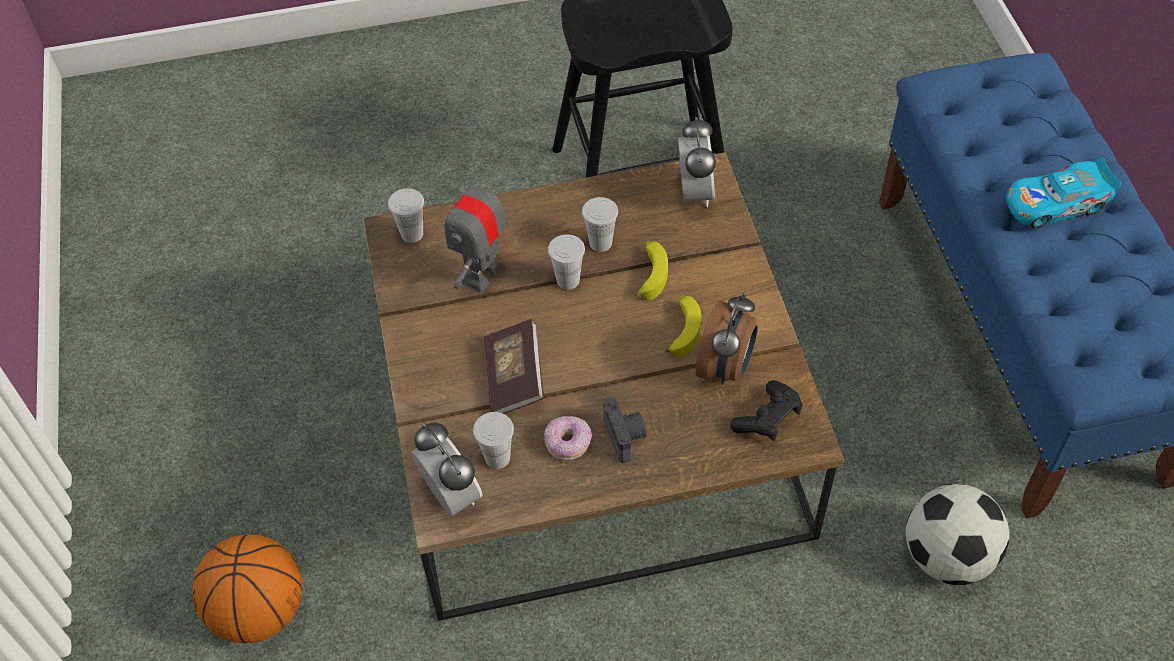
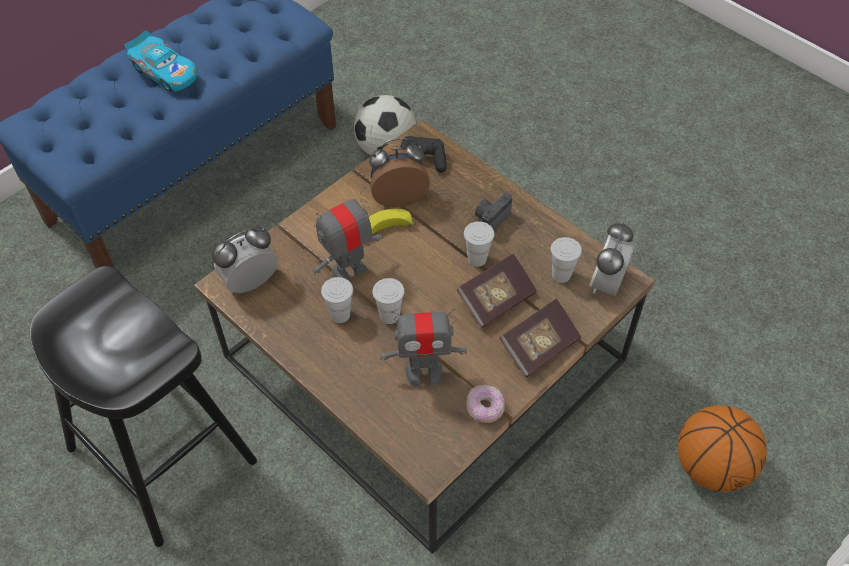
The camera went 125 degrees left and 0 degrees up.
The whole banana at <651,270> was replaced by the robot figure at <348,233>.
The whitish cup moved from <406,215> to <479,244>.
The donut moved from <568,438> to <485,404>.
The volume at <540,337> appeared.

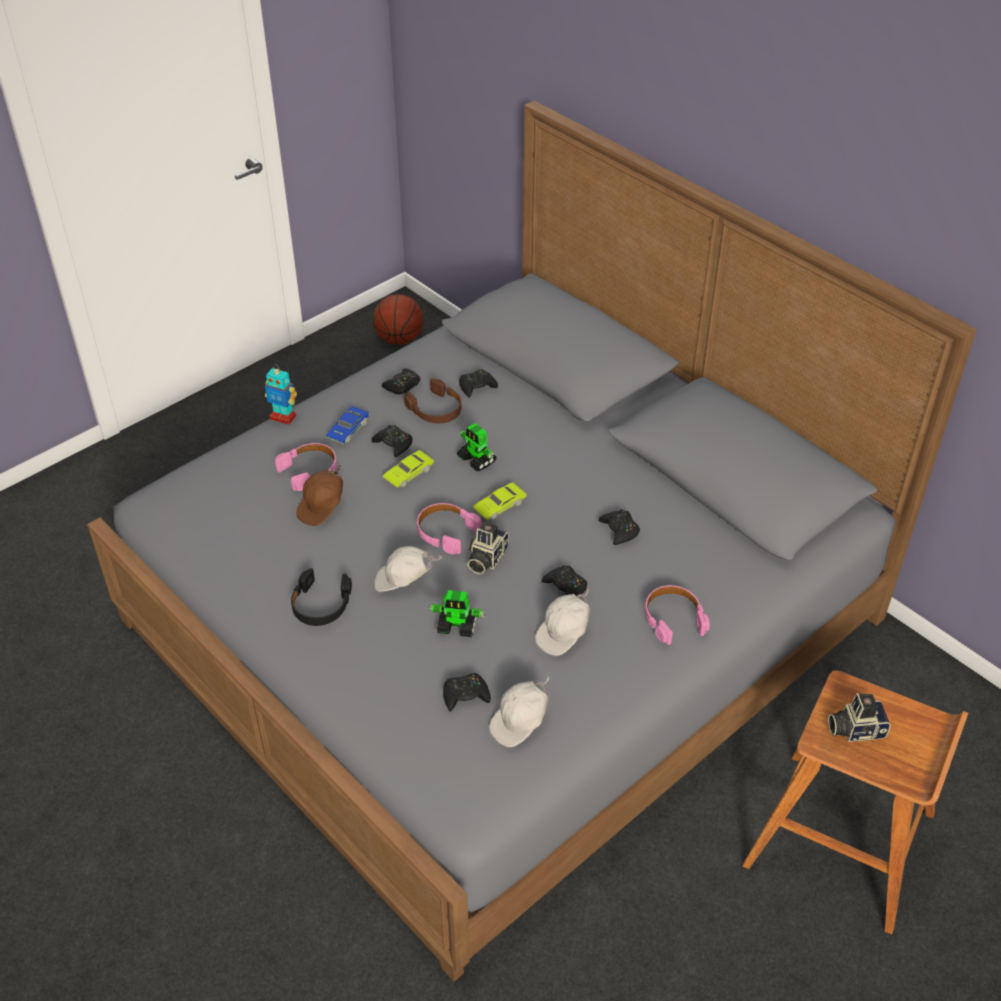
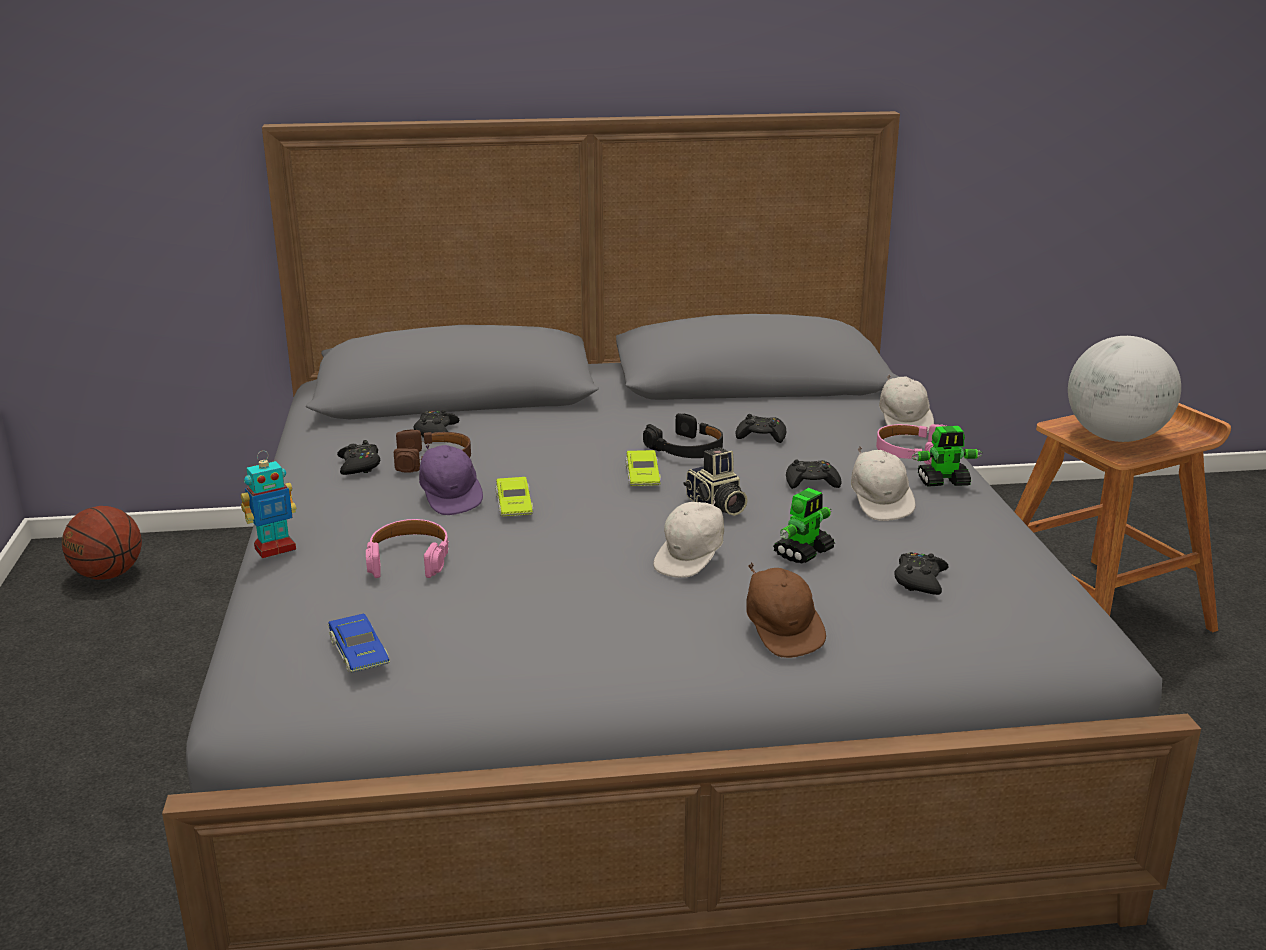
The camera went 55 degrees left and 20 degrees down.
The bluish toy car moved from <348,425> to <359,643>.
The black gamepad at <392,441> was replaced by the purple-coloured baseball cap at <451,479>.
The black headphones moved from <321,597> to <683,435>.
The brown-coloured baseball cap moved from <319,495> to <786,610>.
The whitish baseball cap moved from <519,711> to <906,405>.
The robot figure moved from <477,447> to <947,456>.
The photo camera at <859,717> was replaced by the globe at <1124,389>.
The pink headphones at <449,528> disappeared.

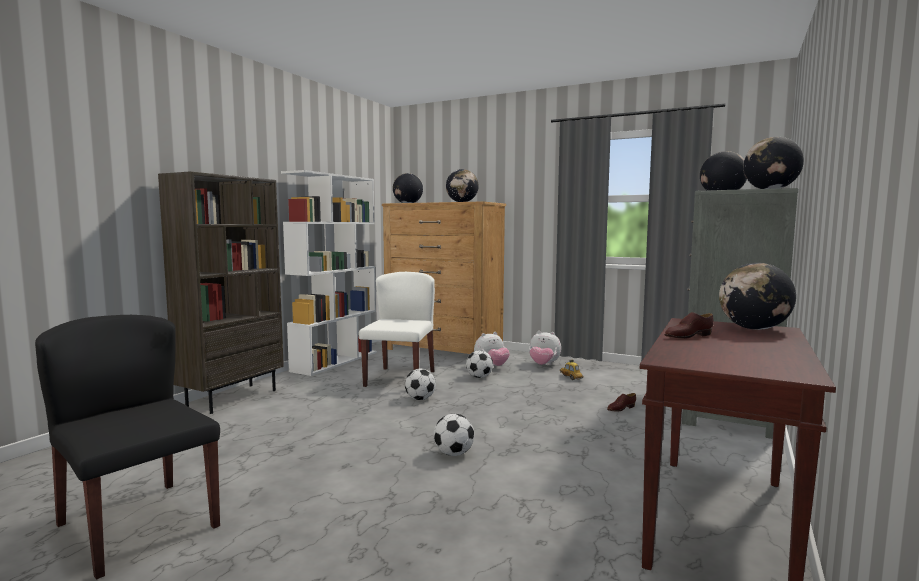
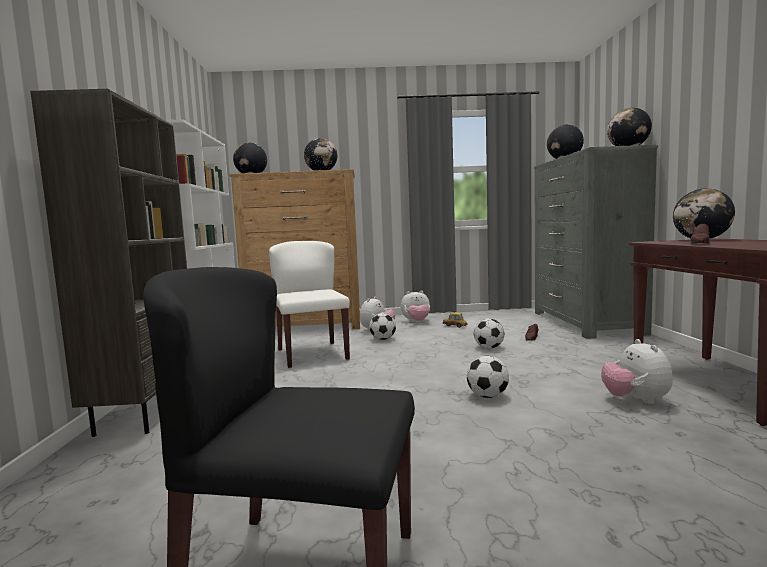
The camera went 30 degrees left and 0 degrees up.
The football ball moved from <420,384> to <489,334>.
The plush toy at <637,371> appeared.

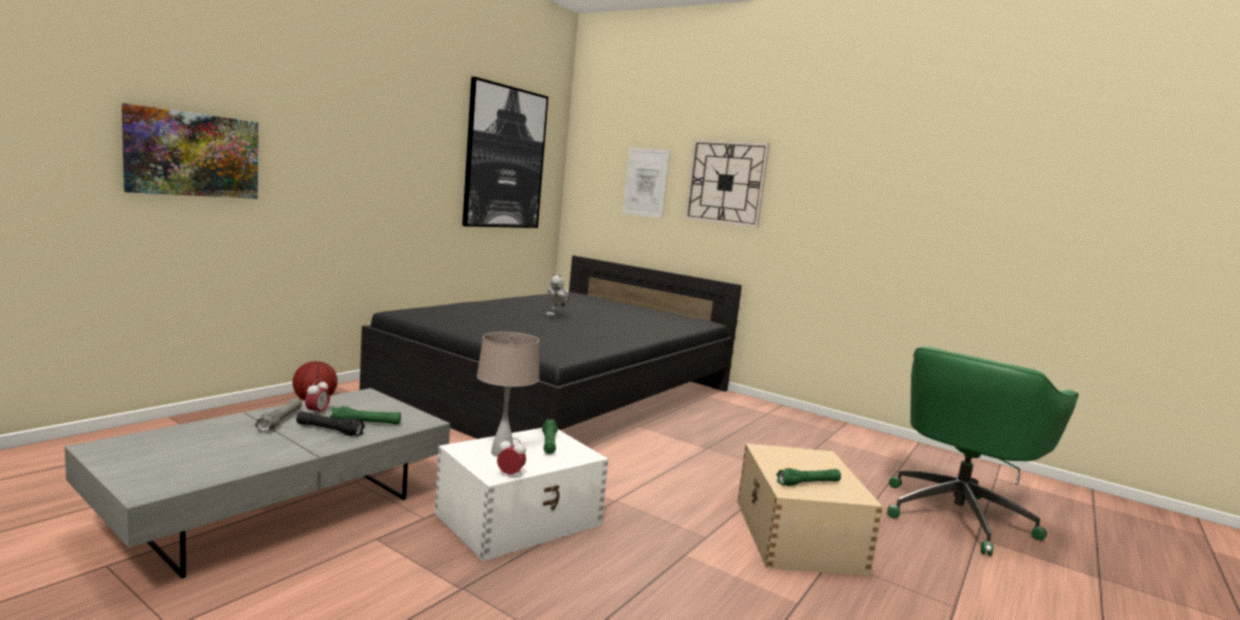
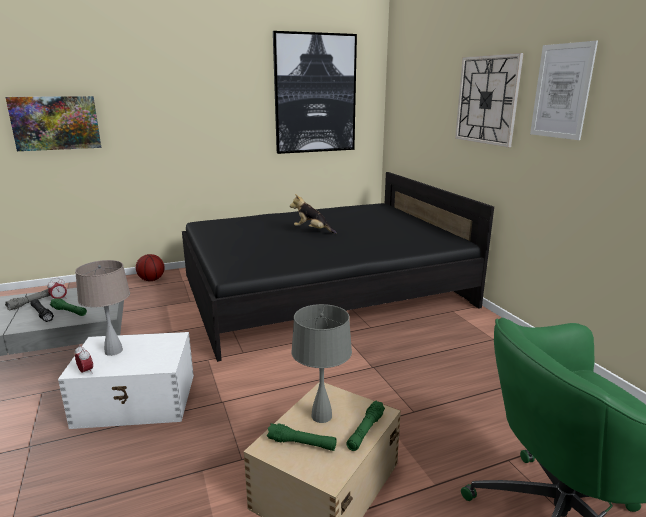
The camera went 35 degrees right and 10 degrees up.
The robot figure at <558,295> was replaced by the plush toy at <313,214>.
The gray lamp for a table at <321,363> appeared.
The greenish flashlight moved from <550,436> to <365,425>.
The picture moved from <646,183> to <564,90>.

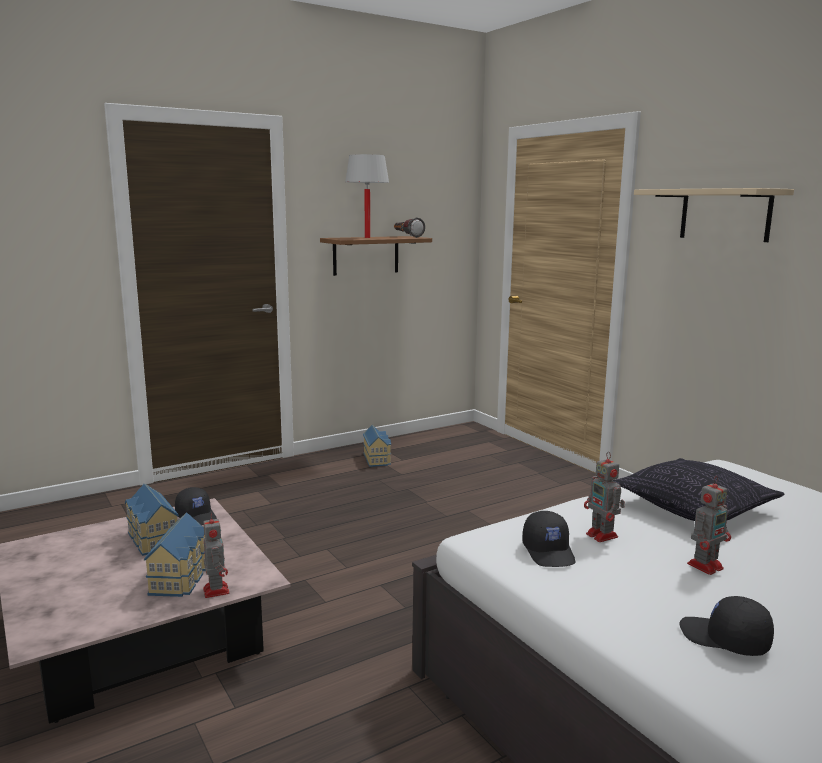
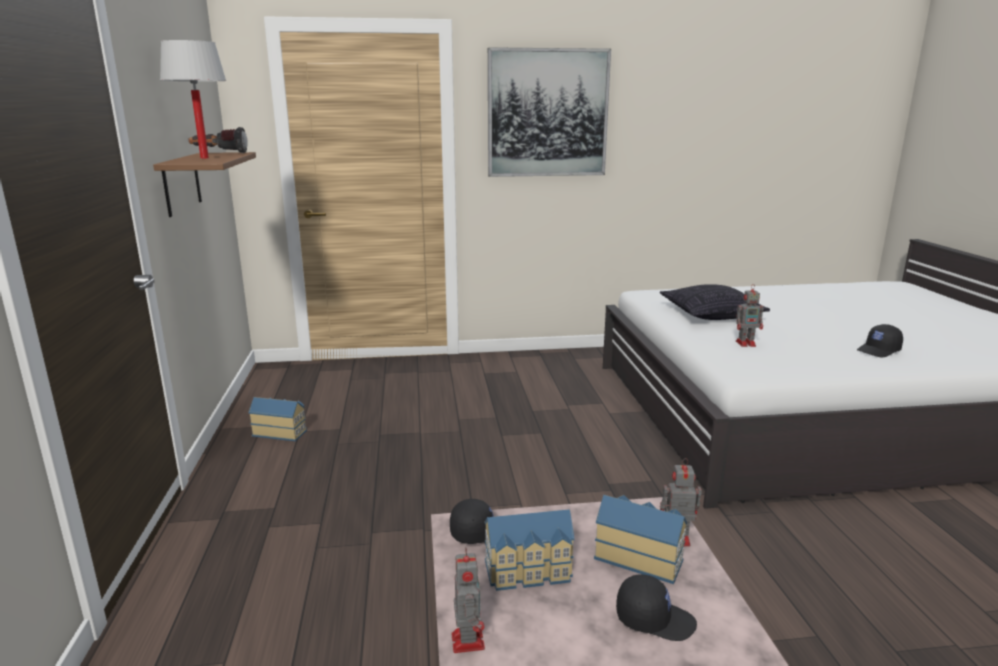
The camera went 65 degrees left and 5 degrees up.
The robot figure moved from <709,525> to <468,600>.
The sand-coloured wall shelf at <714,215> was replaced by the picture at <549,112>.
The black baseball cap moved from <548,539> to <656,607>.

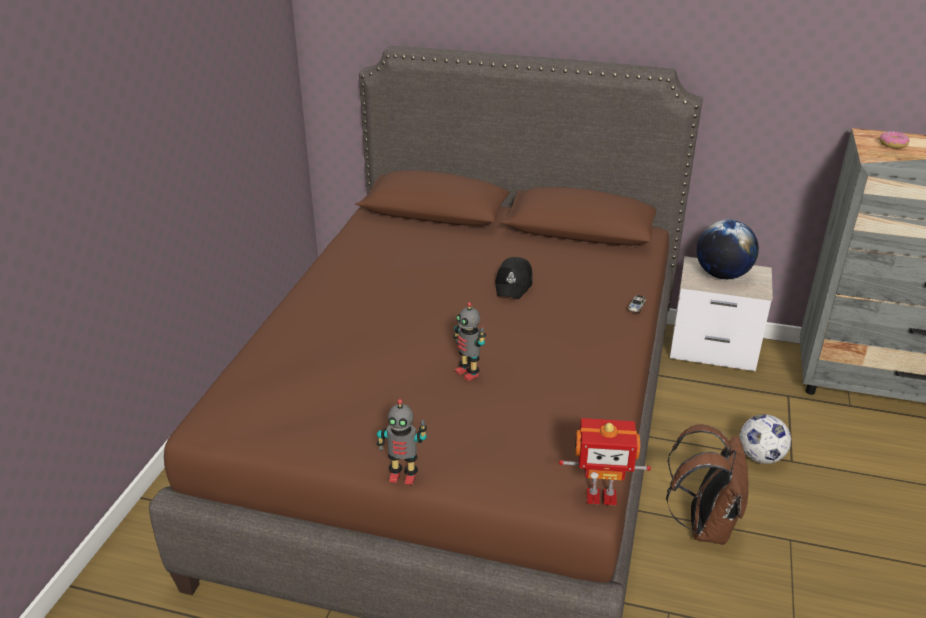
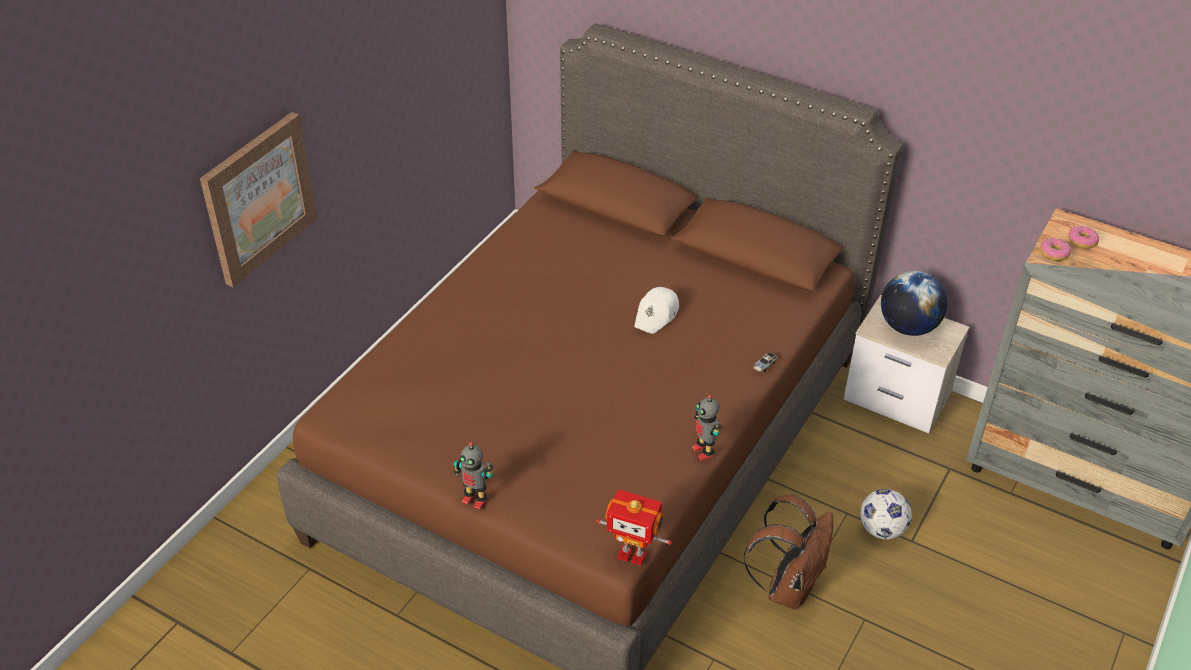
The camera went 15 degrees right and 10 degrees up.
The picture at <259,199> appeared.
The black baseball cap at <514,278> became the whitish baseball cap at <656,310>.
The robot figure moved from <469,341> to <707,428>.
The donut at <1055,249> appeared.

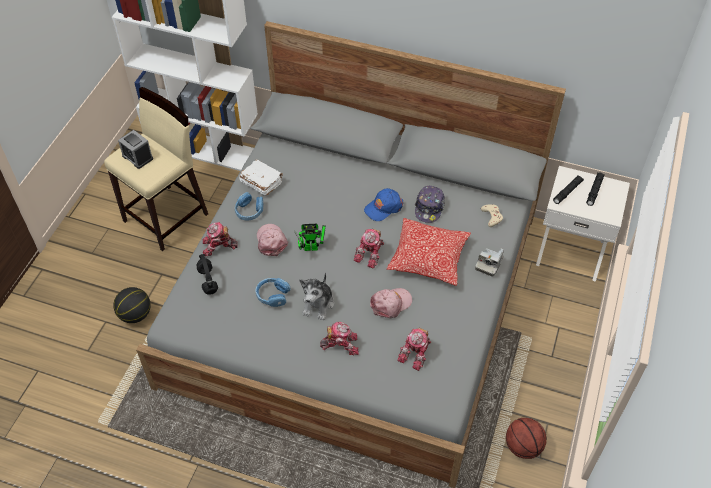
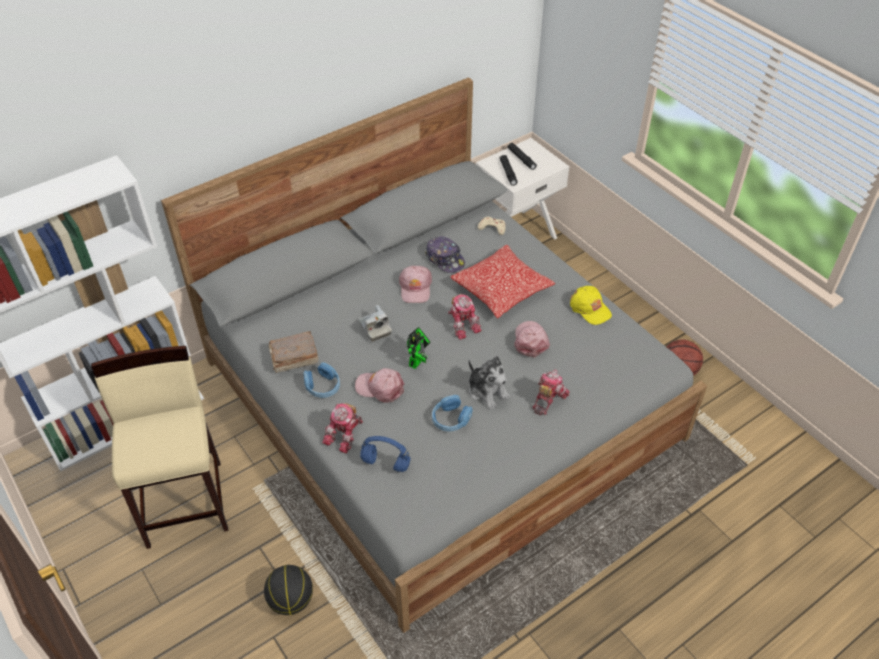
The camera went 55 degrees left and 5 degrees down.
The whitish volume at <261,177> became the brown-coloured volume at <294,352>.
The photo camera moved from <489,262> to <375,323>.
The black headphones at <207,274> became the bluish headphones at <385,454>.
The bluish baseball cap at <383,204> became the pink baseball cap at <415,284>.
The yellowish baseball cap at <591,305> appeared.
The table clock at <135,149> disappeared.
The robot figure at <414,349> disappeared.

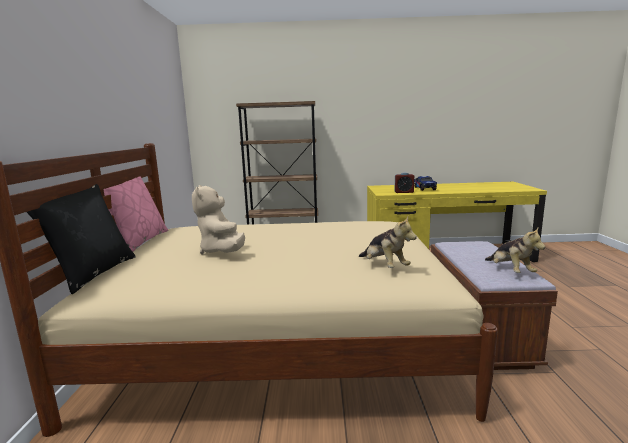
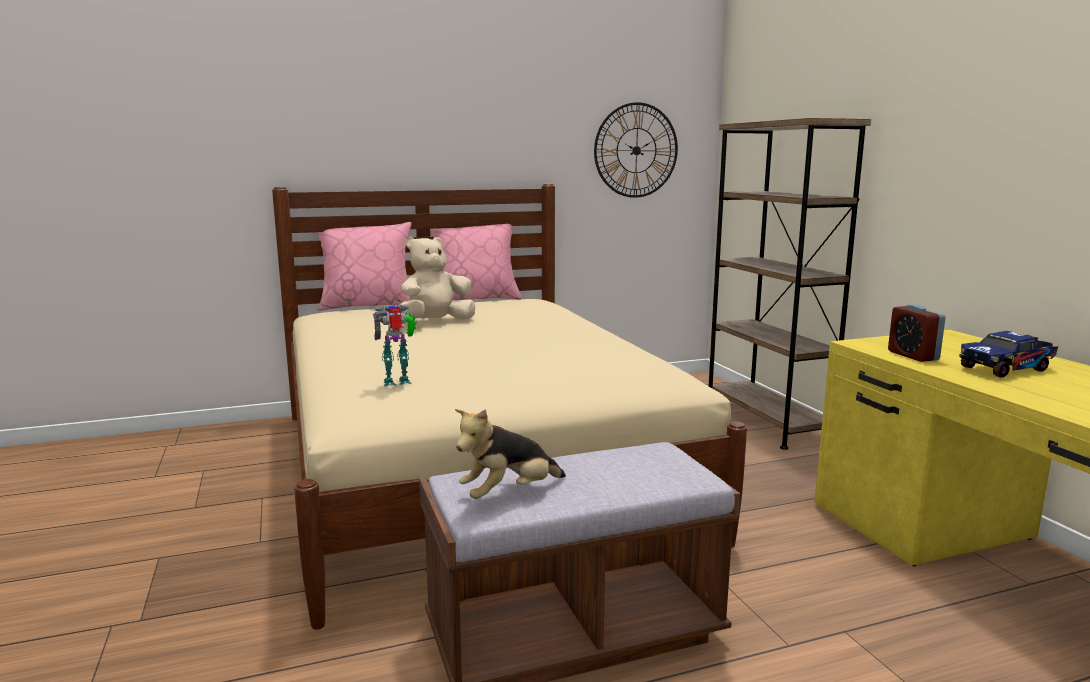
The camera went 70 degrees right and 0 degrees up.
The black throw pillow at <81,239> became the pink throw pillow at <364,266>.
The plush toy at <388,242> was replaced by the robot figure at <395,345>.
The hanging clock at <636,150> appeared.

